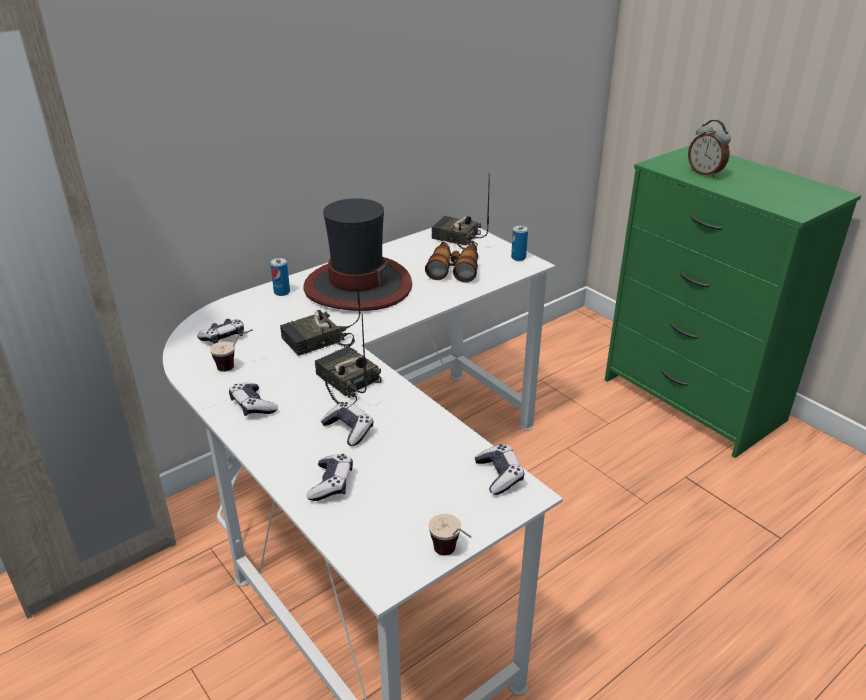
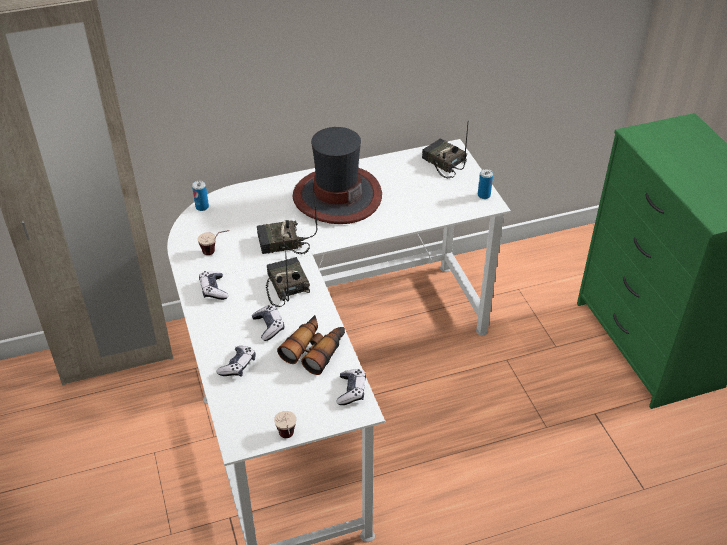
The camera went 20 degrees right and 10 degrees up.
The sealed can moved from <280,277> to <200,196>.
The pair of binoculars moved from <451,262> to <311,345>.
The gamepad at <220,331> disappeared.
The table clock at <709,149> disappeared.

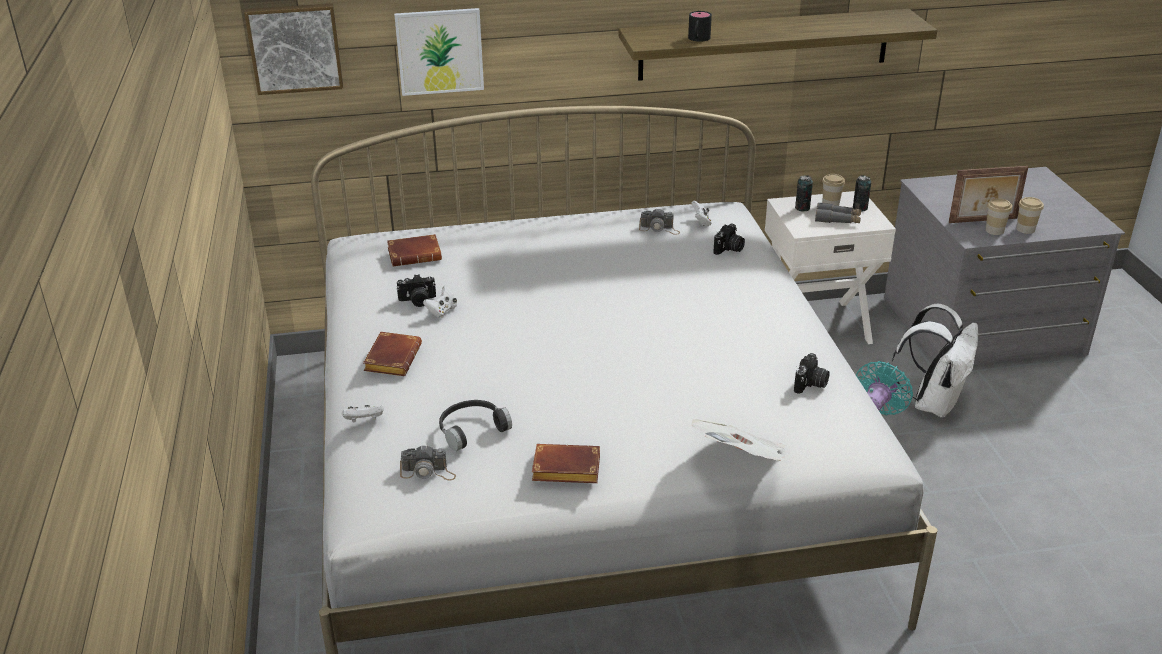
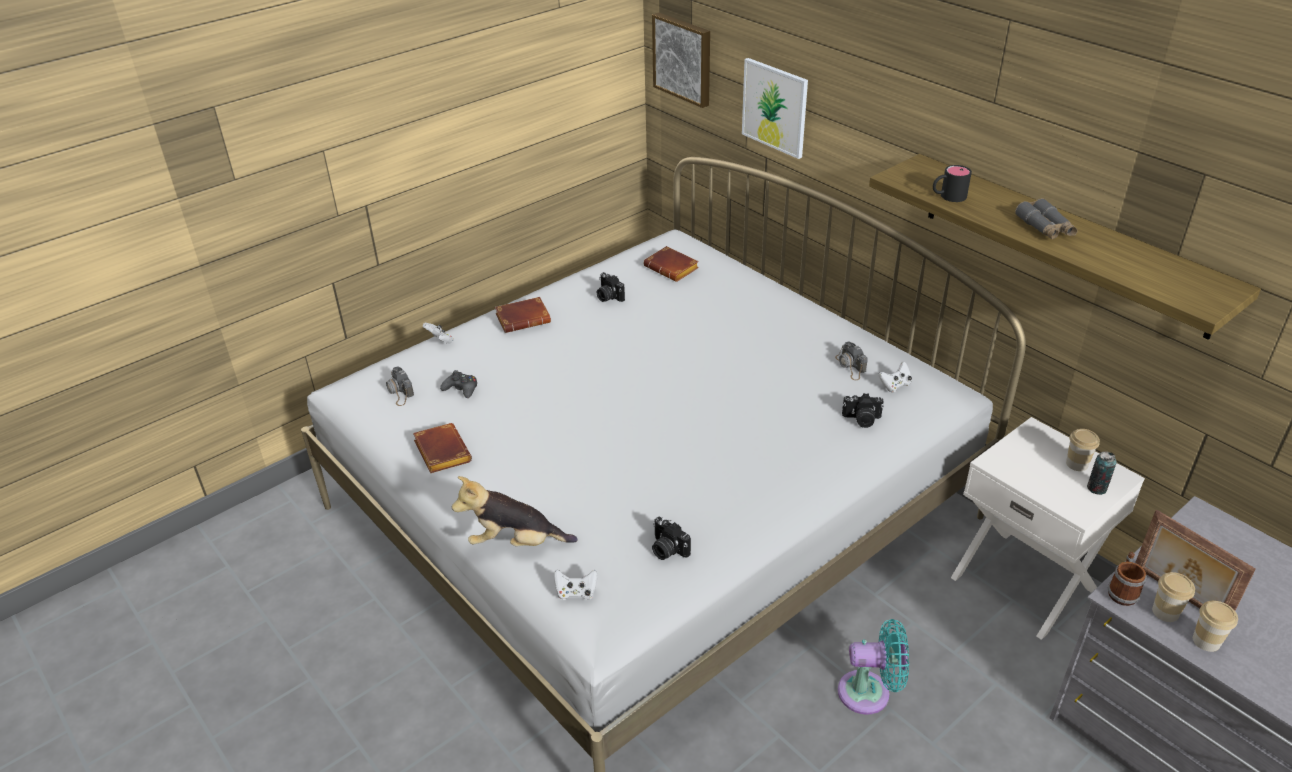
The camera went 60 degrees right and 5 degrees up.
The black headphones at <475,425> was replaced by the black gamepad at <458,384>.
The printed paper at <738,440> was replaced by the plush toy at <515,511>.
The whitish gamepad moved from <440,301> to <576,585>.
The photo camera at <812,373> turned 45 degrees clockwise.
The gray pair of binoculars moved from <838,212> to <1046,219>.
The coffee mug at <1127,579> appeared.
The sealed can at <804,193> disappeared.
The whitish backpack at <935,360> disappeared.

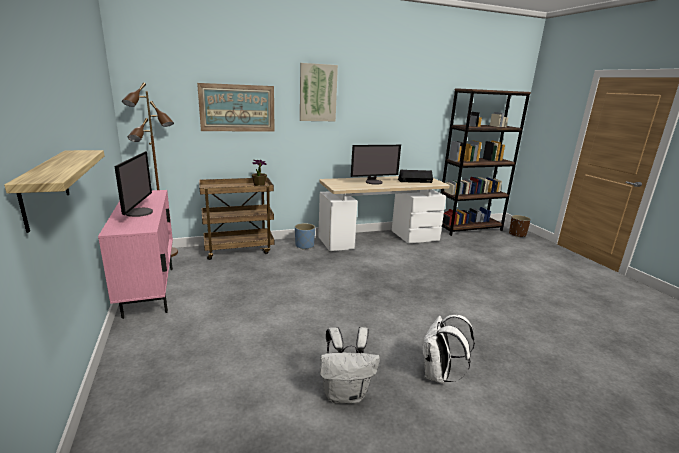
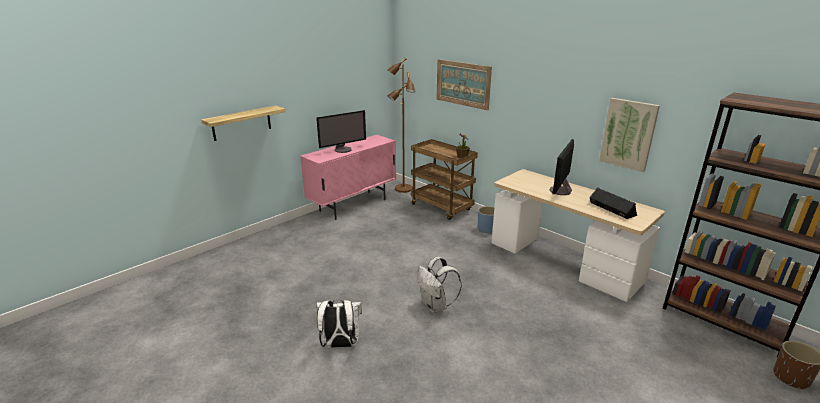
The camera went 65 degrees right and 5 degrees up.
The whitish backpack moved from <350,365> to <439,285>.
The monitor at <376,165> turned 75 degrees clockwise.
The picture moved from <319,92> to <629,135>.

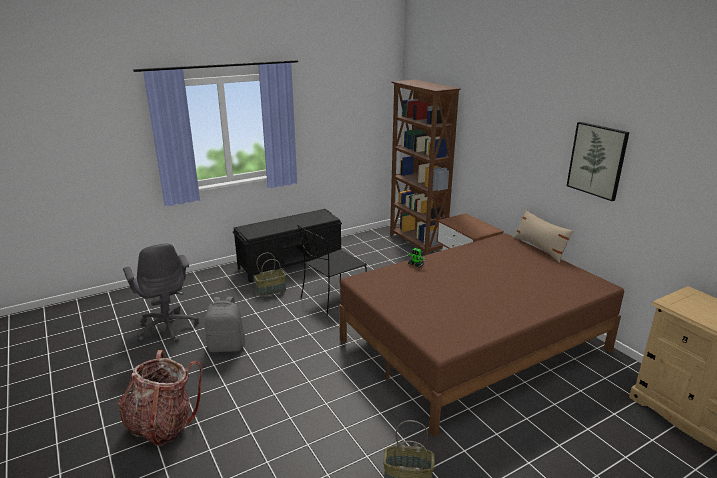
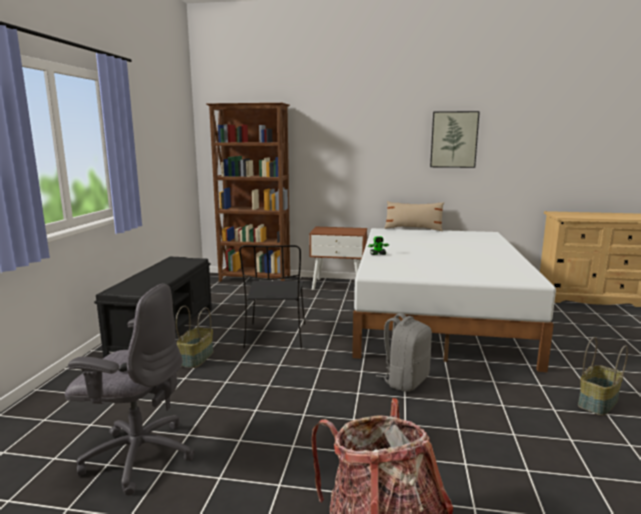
The camera went 50 degrees left and 10 degrees down.
The brown-coloured bed at <481,335> became the whitish bed at <454,300>.
The gray backpack moved from <224,324> to <404,352>.

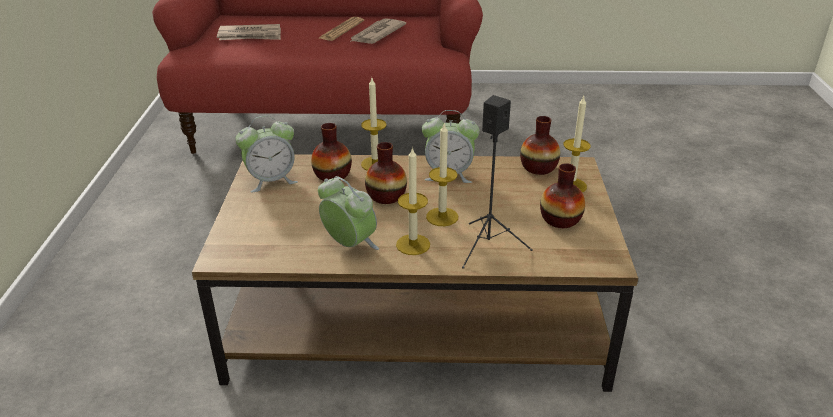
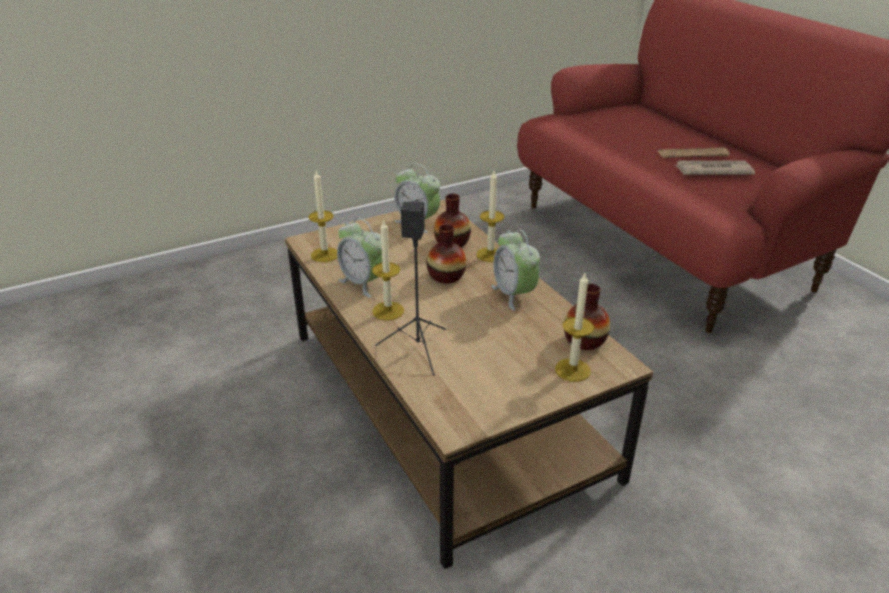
The camera went 60 degrees right and 0 degrees up.
The wax light moved from <442,175> to <322,216>.
The table clock at <348,213> turned 120 degrees clockwise.
The printed paper at <249,32> disappeared.
The vase at <562,195> disappeared.

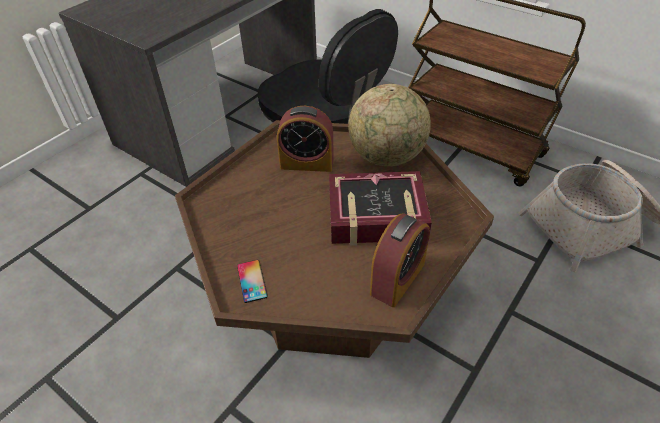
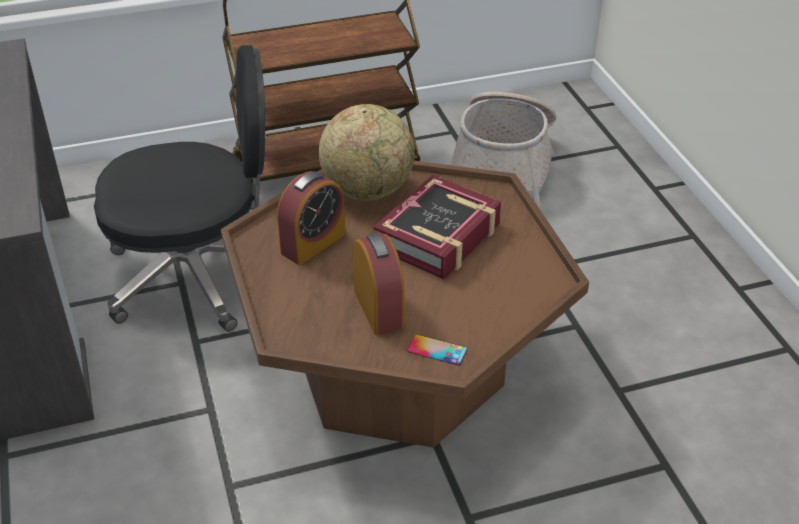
The camera went 55 degrees left and 5 degrees down.
The table clock moved from <400,260> to <378,284>.

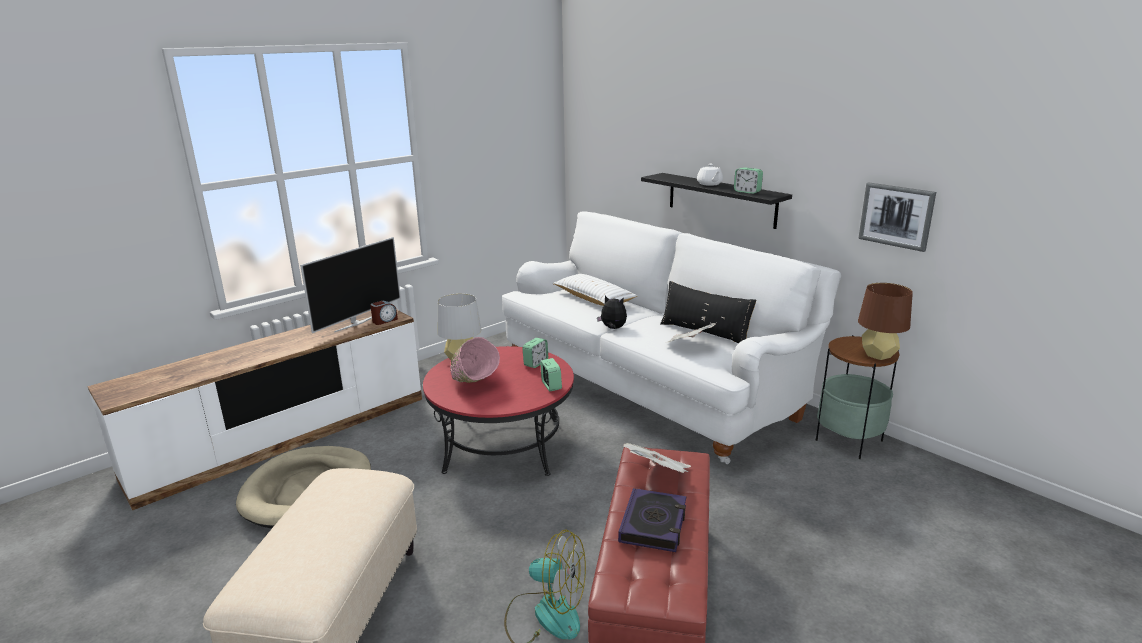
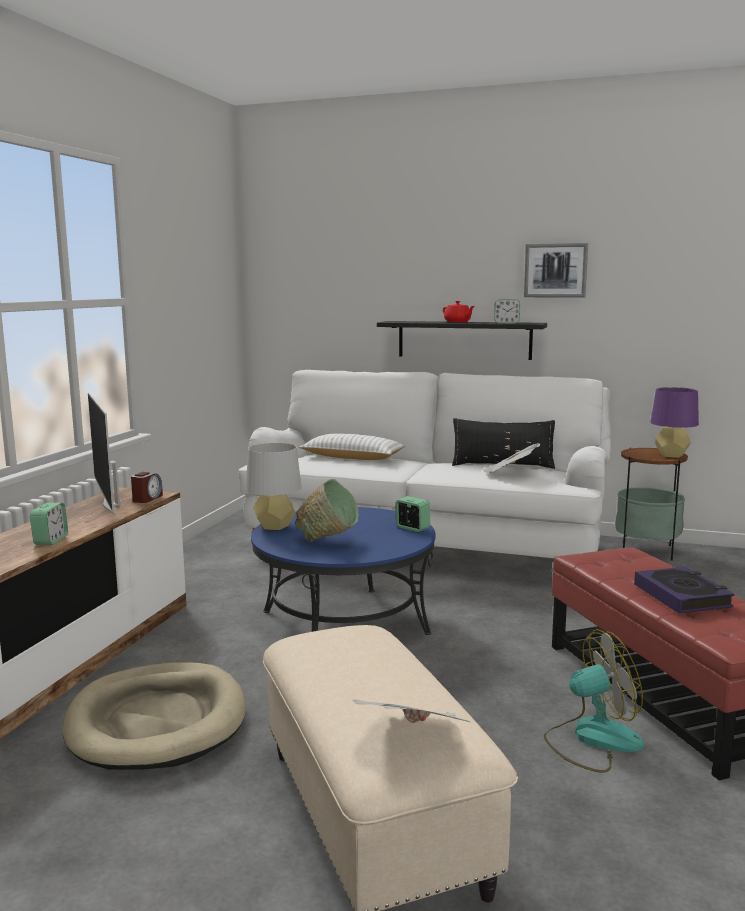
The camera went 30 degrees left and 10 degrees down.
The table clock moved from <535,353> to <49,524>.
The TV at <350,285> turned 150 degrees clockwise.
The red-coloured lounge table at <498,411> became the bluish lounge table at <343,571>.
The pink serving bowl at <475,360> became the greenish serving bowl at <327,510>.
The printed paper moved from <657,458> to <411,711>.
The whitish teapot at <710,175> became the red-coloured teapot at <458,311>.
The picture moved from <897,217> to <556,270>.
The brown-coloured lamp for a table at <885,321> became the purple-coloured lamp for a table at <674,422>.
The plush toy at <612,312> disappeared.

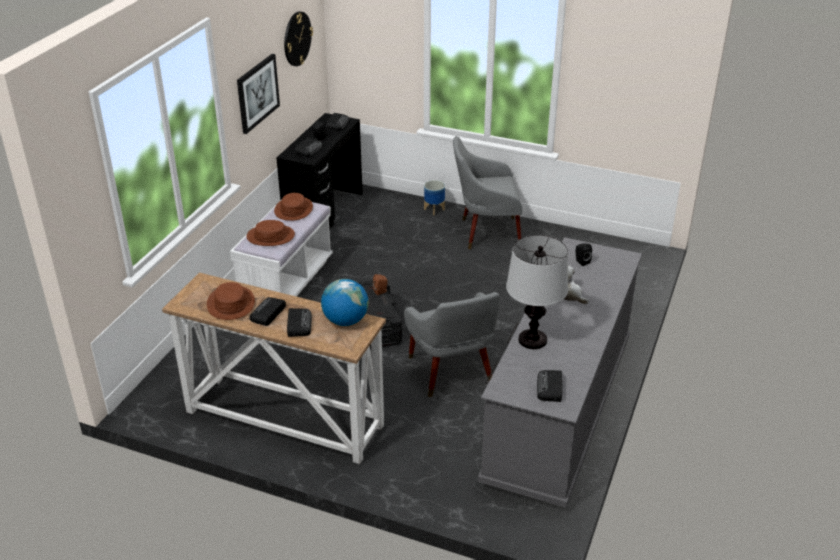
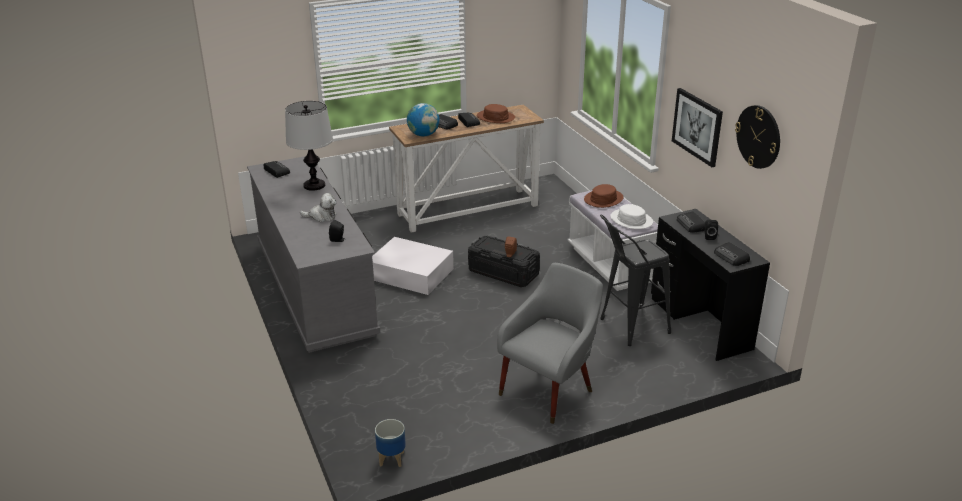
The camera went 135 degrees right and 5 degrees down.
The gray easy chair at <452,344> was replaced by the whitish storage bin at <413,266>.
The flower pot moved from <434,197> to <390,443>.
The black stool seat at <635,280> appeared.
The brown-coloured hat at <293,207> became the whitish hat at <631,216>.

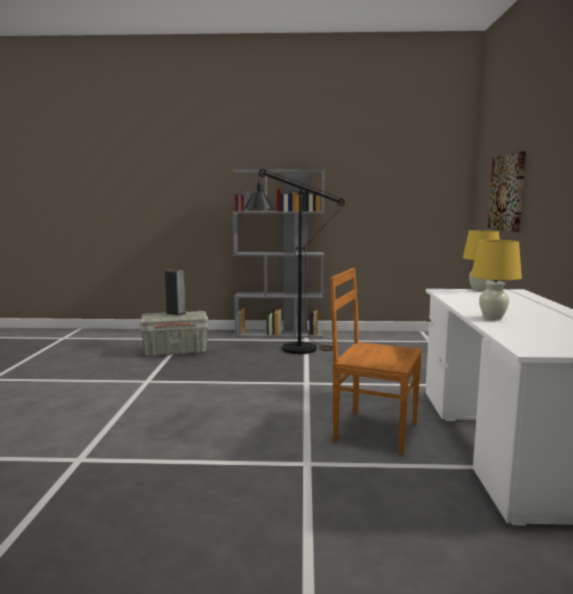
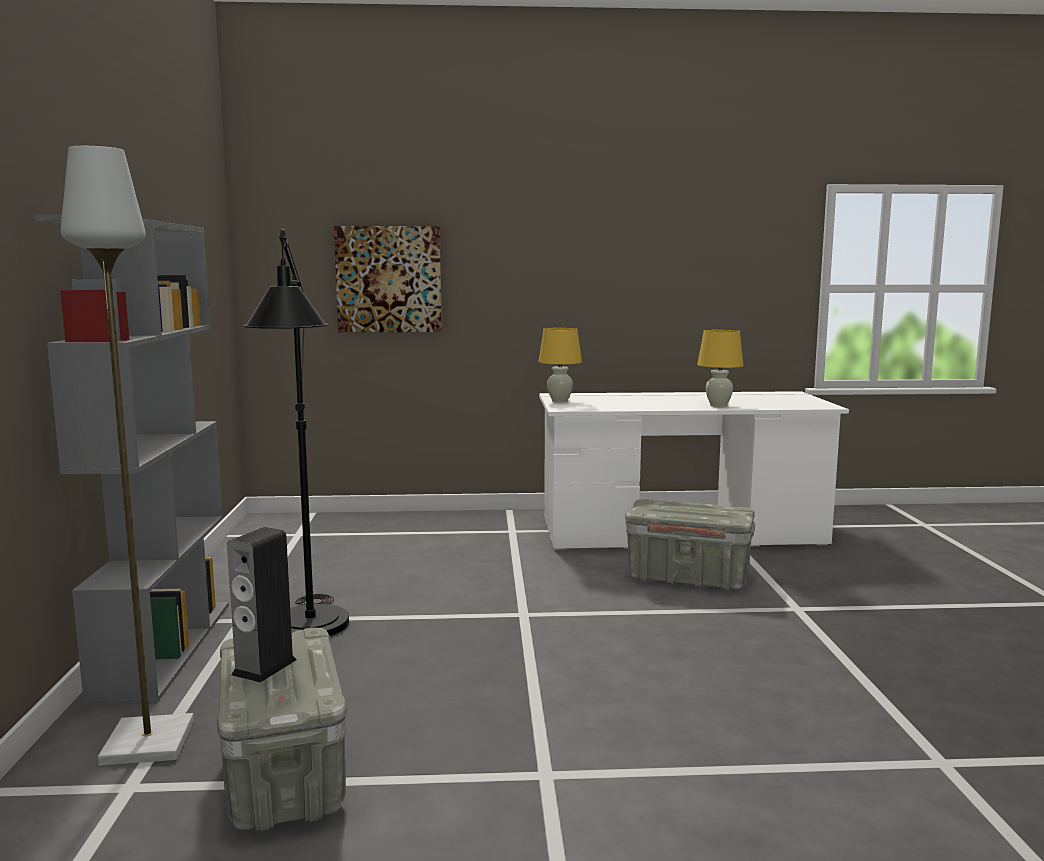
The camera went 95 degrees left and 0 degrees up.
The gray standing lamp at <127,456> appeared.
The brown-coloured plain chair at <376,361> was replaced by the gray storage bin at <690,545>.

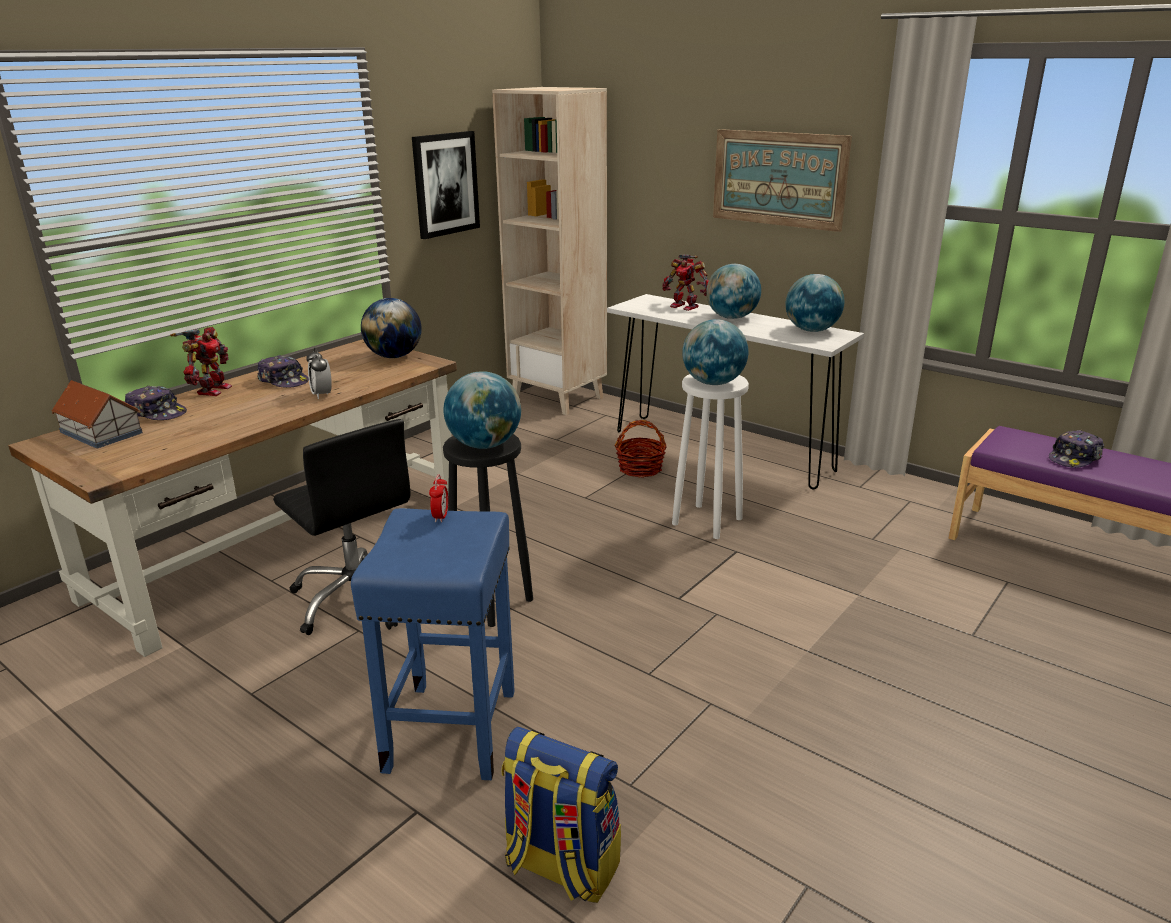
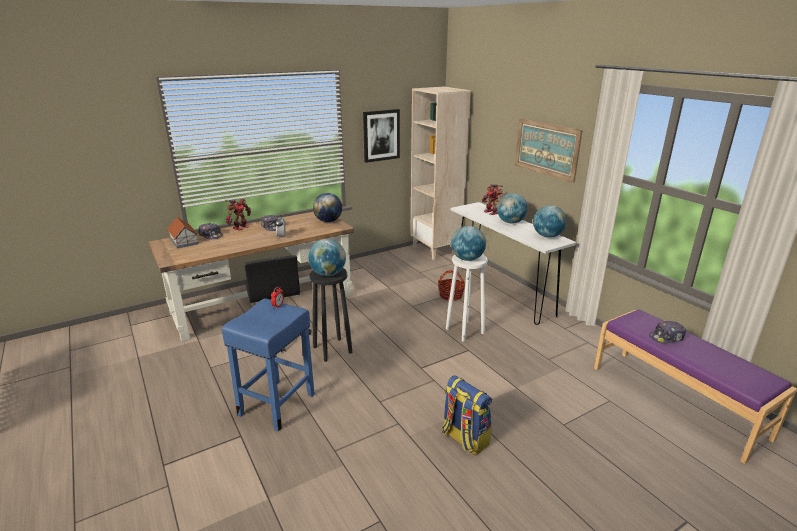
The camera went 20 degrees right and 0 degrees up.
The backpack moved from <561,815> to <467,415>.

